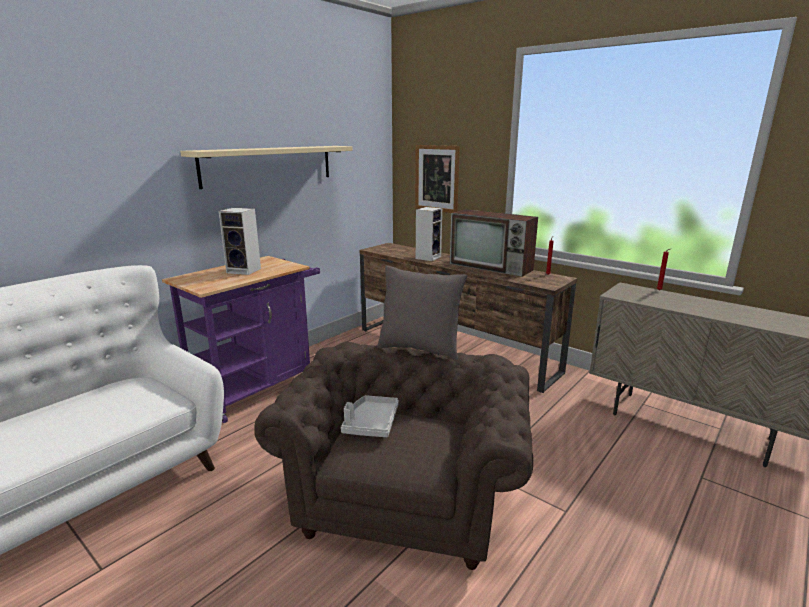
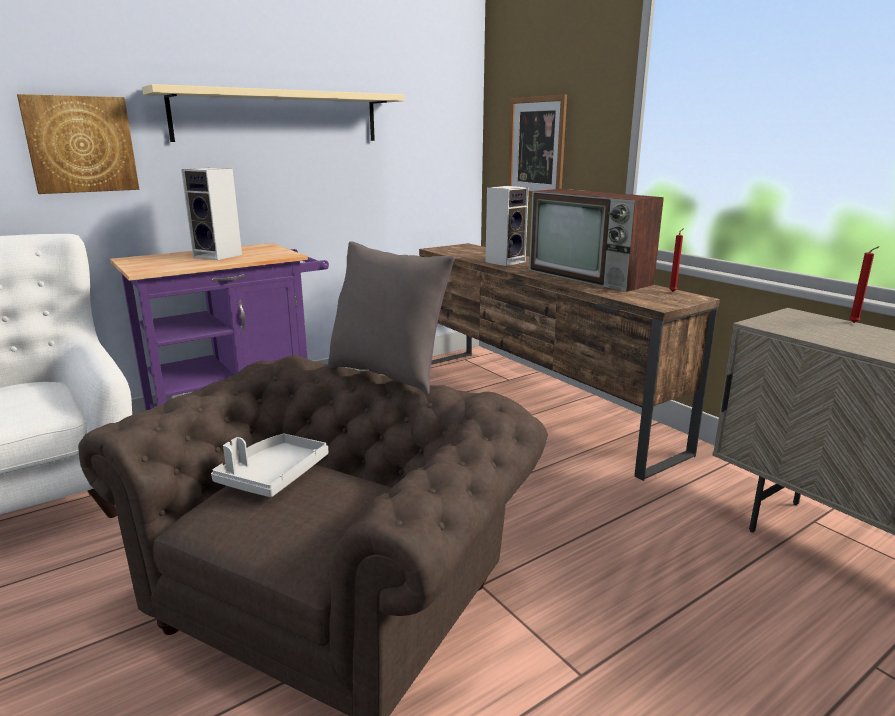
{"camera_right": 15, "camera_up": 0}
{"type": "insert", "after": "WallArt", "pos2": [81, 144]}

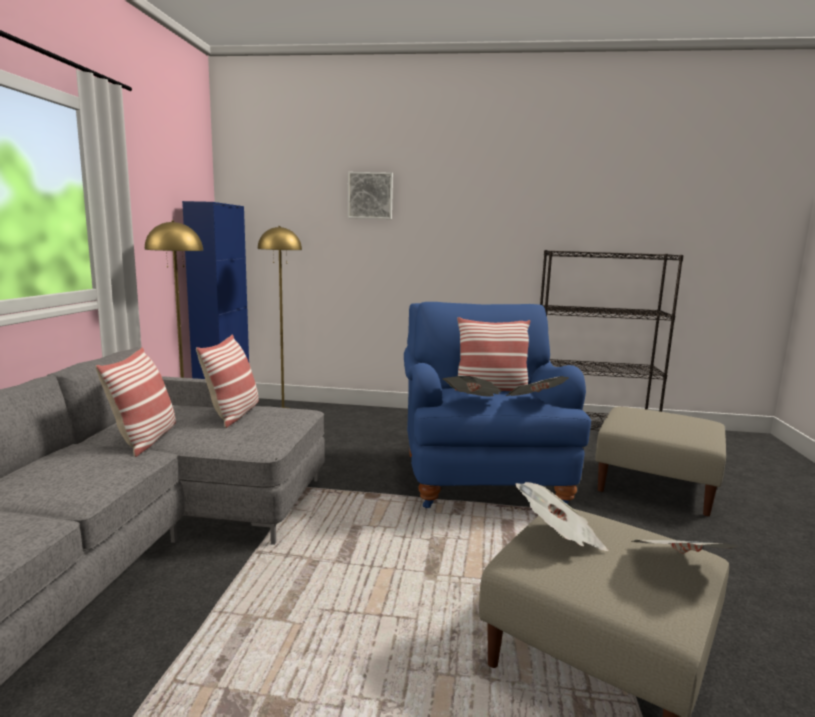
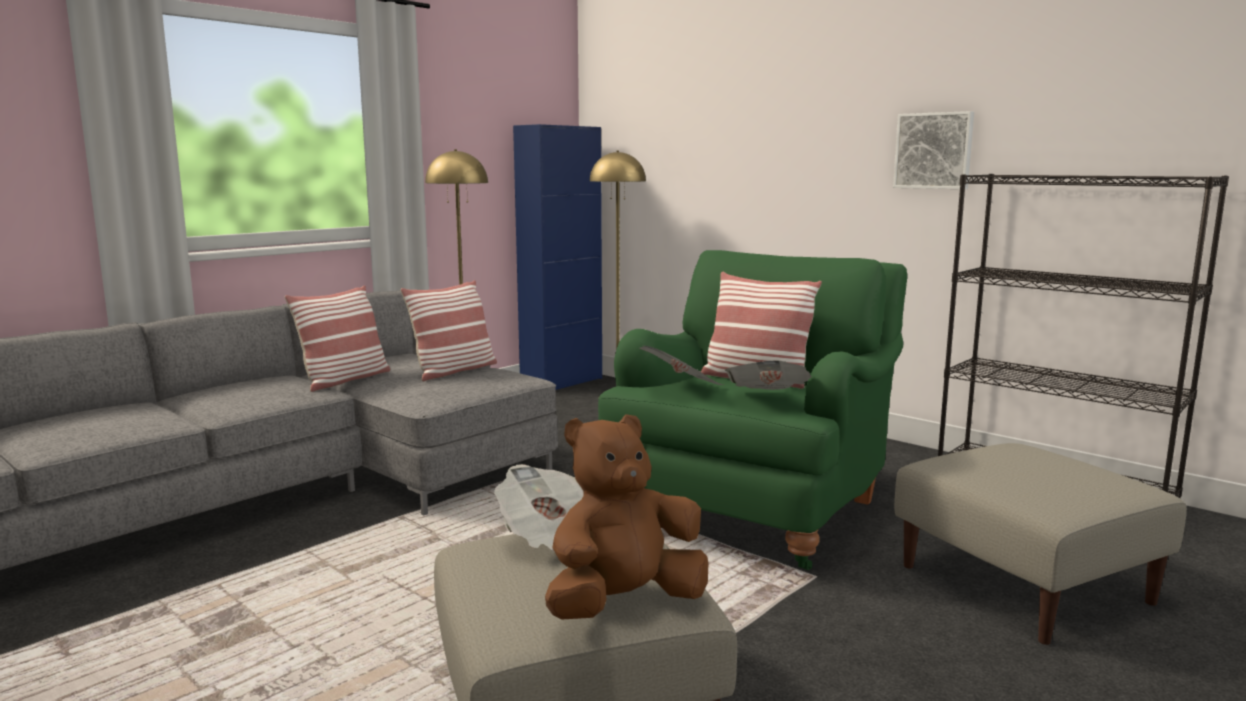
{"camera_right": 35, "camera_up": 0}
{"type": "move", "before": "WallArt", "pos1": [370, 195], "pos2": [934, 151]}
{"type": "recolor", "before": "BluishLoungeChair", "after": "GreenishLoungeChair", "pos1": [480, 475], "pos2": [754, 508]}
{"type": "replace", "before": "PrintedPaper", "after": "BrownishSoftToy", "pos1": [677, 567], "pos2": [624, 603]}

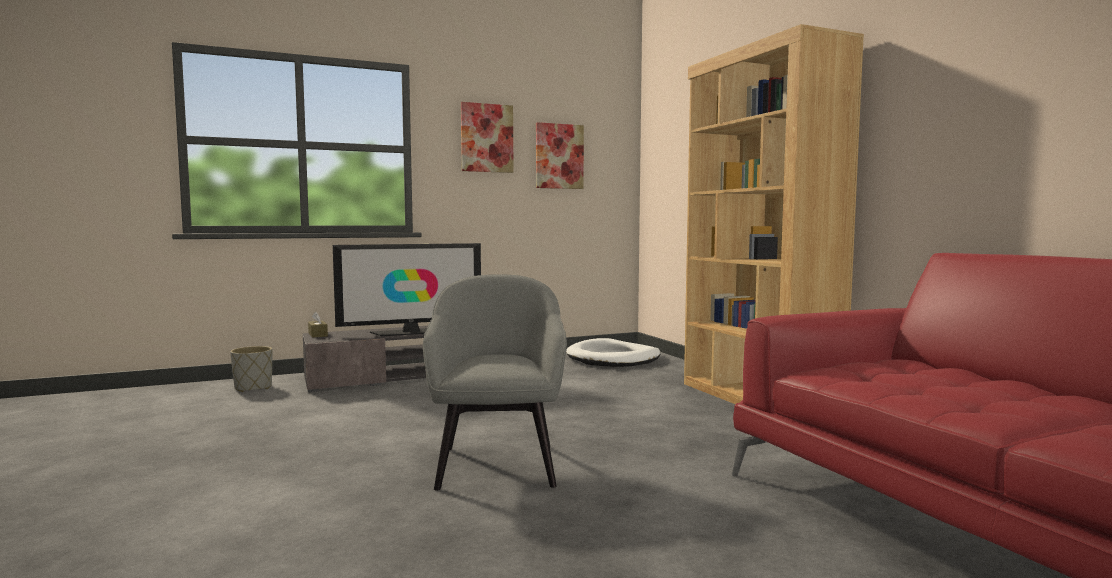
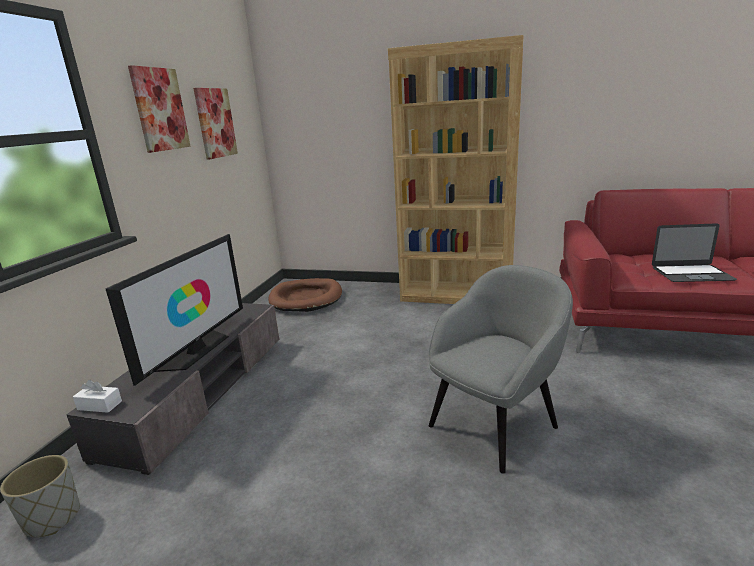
{"camera_right": -50, "camera_up": 15}
{"type": "recolor", "before": "BrownishTissueBox", "after": "WhiteTissueBox", "pos1": [318, 334], "pos2": [99, 405]}
{"type": "rotate", "before": "GreyishLoungeChair", "pos1": [497, 464], "pos2": [494, 425], "turn": 105}
{"type": "recolor", "before": "WhiteDogBed", "after": "BrownishDogBed", "pos1": [613, 358], "pos2": [306, 298]}
{"type": "insert", "after": "NotebookComputer", "pos2": [691, 273]}

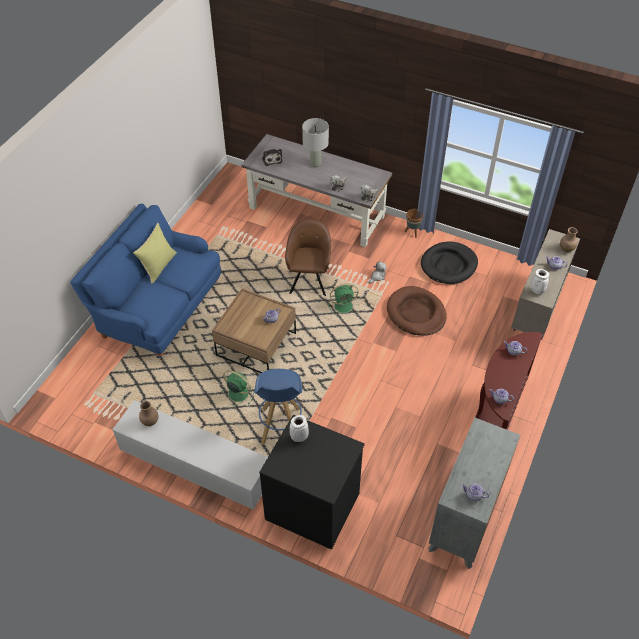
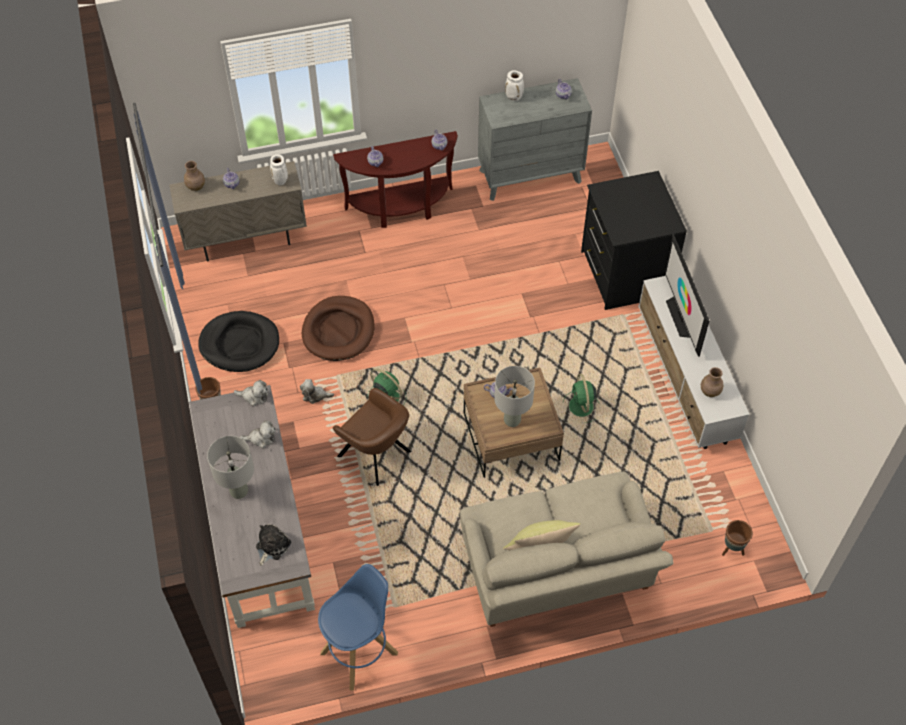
{"camera_right": -130, "camera_up": 5}
{"type": "recolor", "before": "BluishCouch", "after": "SandColouredCouch", "pos1": [156, 307], "pos2": [557, 573]}
{"type": "move", "before": "BluishStoolSeat", "pos1": [280, 426], "pos2": [360, 652]}
{"type": "rotate", "before": "BrownishLoungeChair", "pos1": [309, 279], "pos2": [377, 455], "turn": -105}
{"type": "move", "before": "WhiteVase", "pos1": [299, 438], "pos2": [514, 97]}
{"type": "insert", "after": "GreyishTableLamp", "pos2": [512, 420]}
{"type": "insert", "after": "Television", "pos2": [682, 317]}
{"type": "insert", "after": "BrownishPlanter", "pos2": [732, 549]}

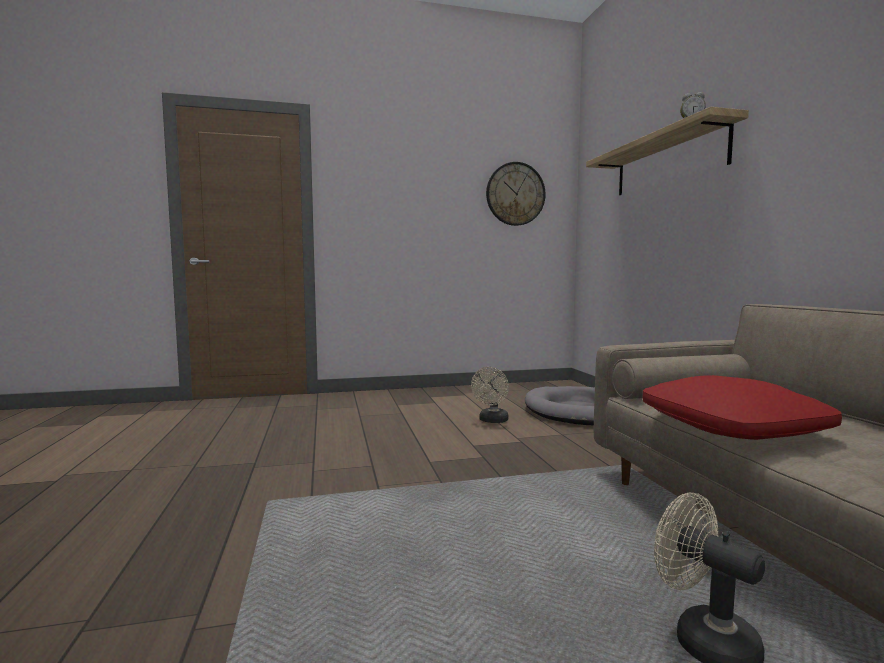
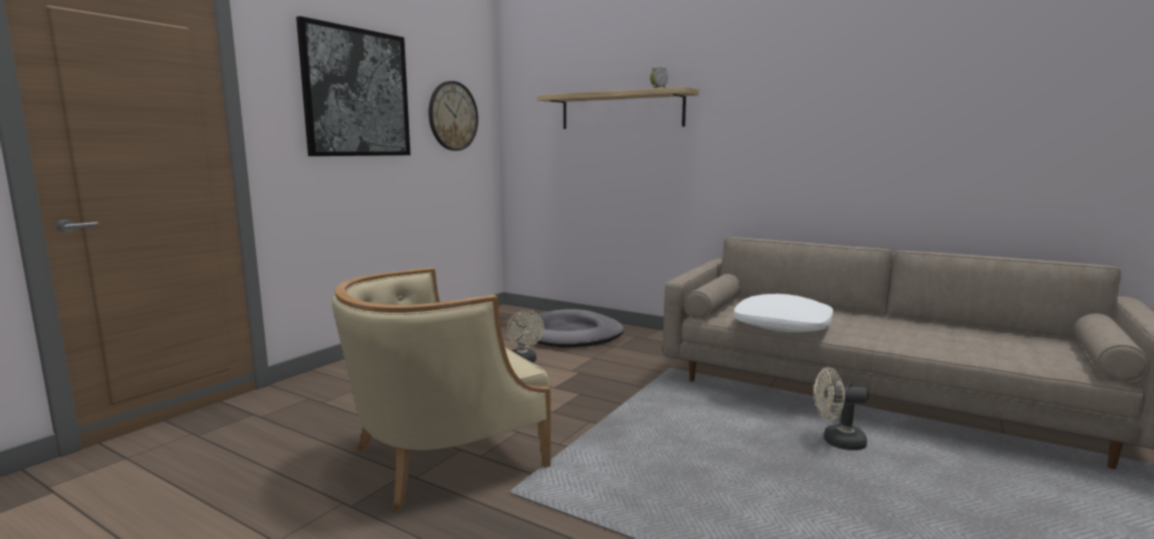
{"camera_right": -45, "camera_up": 5}
{"type": "recolor", "before": "ReddishPillow", "after": "WhitePillow", "pos1": [732, 427], "pos2": [782, 325]}
{"type": "insert", "after": "WallArt", "pos2": [357, 93]}
{"type": "insert", "after": "SandColouredLoungeChair", "pos2": [444, 456]}

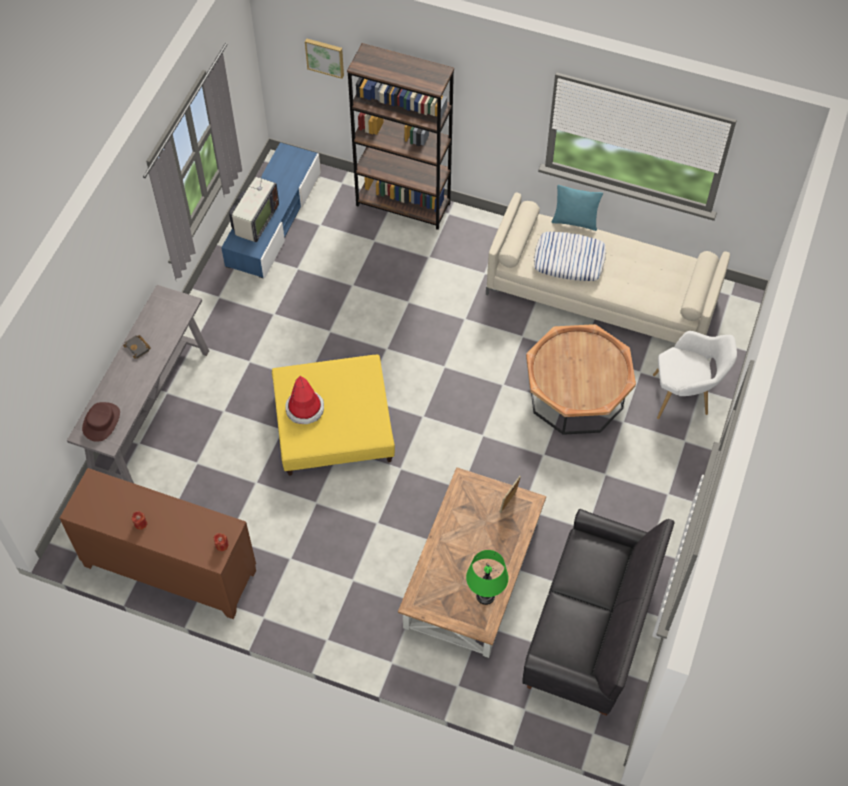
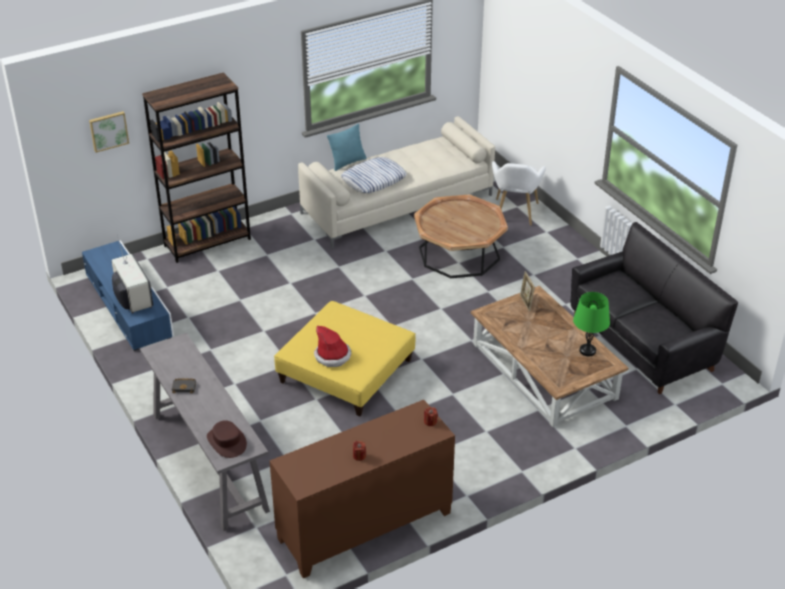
{"camera_right": -50, "camera_up": -20}
{"type": "rotate", "before": "WhiteLoungeChair", "pos1": [685, 397], "pos2": [514, 214], "turn": 150}

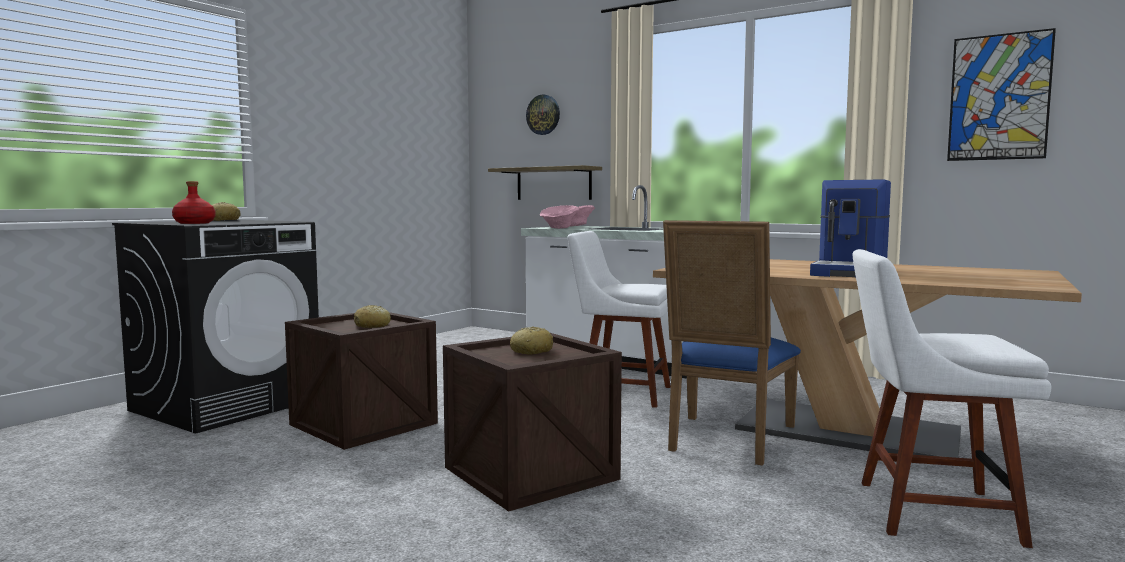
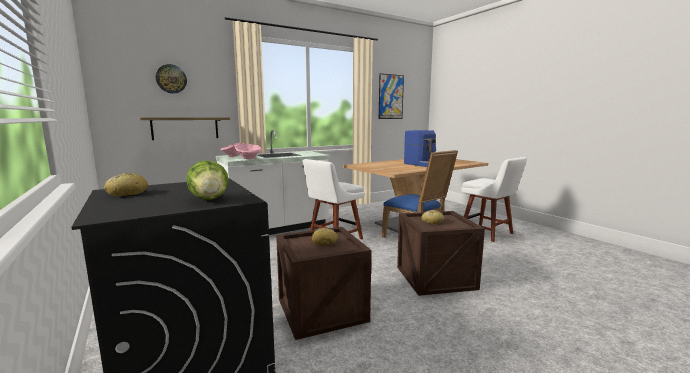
{"camera_right": -65, "camera_up": 5}
{"type": "replace", "before": "ReddishDrinkBottle", "after": "Lettuce", "pos1": [195, 223], "pos2": [209, 199]}
{"type": "rotate", "before": "WhiteUprightChair", "pos1": [927, 511], "pos2": [488, 233], "turn": -75}

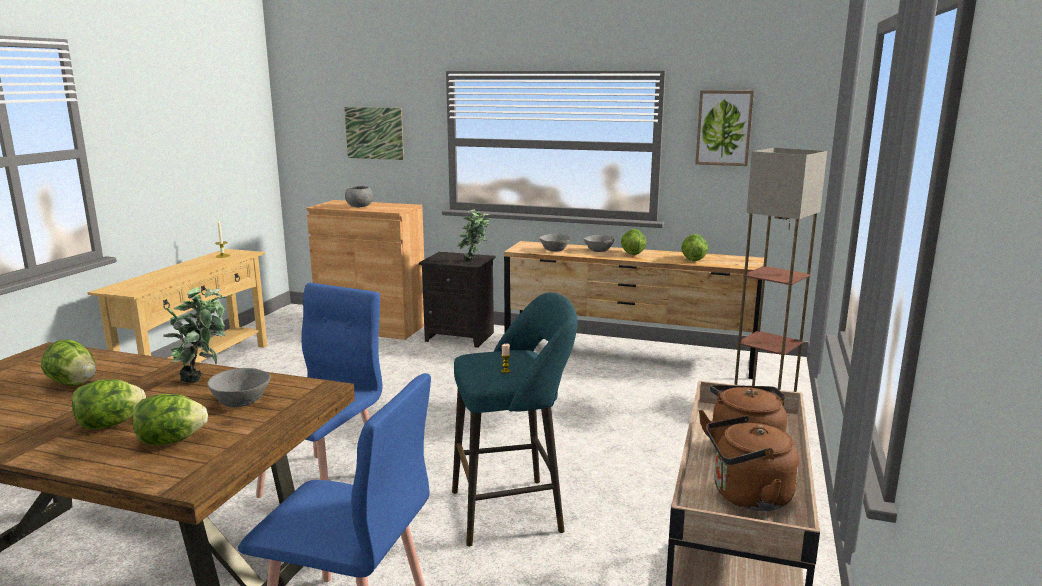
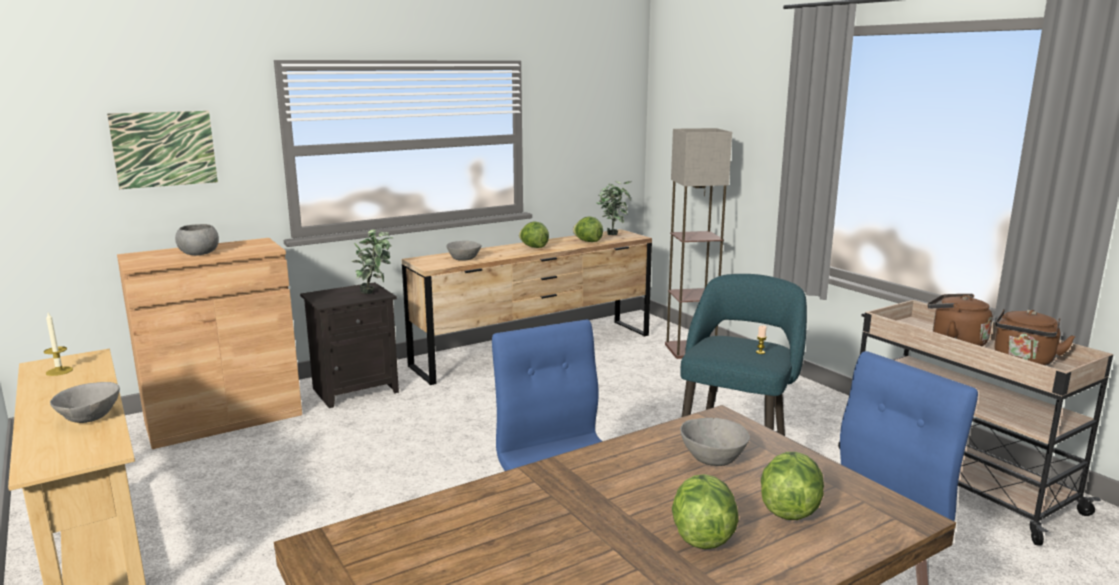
{"camera_right": -50, "camera_up": 0}
{"type": "delete", "before": "Lettuce", "pos1": [73, 383]}
{"type": "move", "before": "PottedPlant", "pos1": [204, 379], "pos2": [613, 234]}
{"type": "move", "before": "GreyishServingBowl", "pos1": [598, 250], "pos2": [89, 417]}
{"type": "delete", "before": "WallArt", "pos1": [724, 128]}

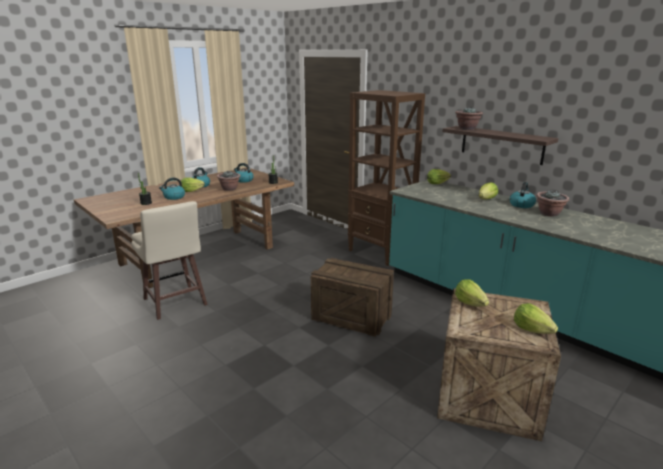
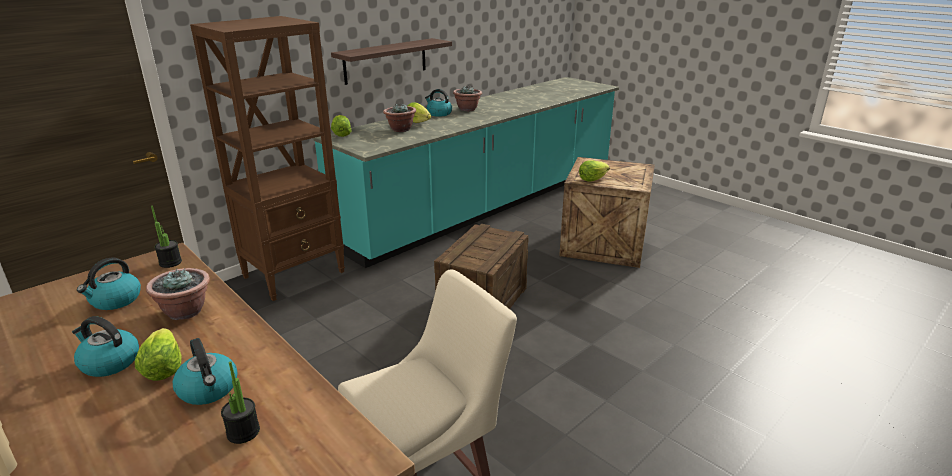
{"camera_right": -90, "camera_up": 5}
{"type": "move", "before": "PottedPlant", "pos1": [467, 129], "pos2": [400, 129]}
{"type": "delete", "before": "Lettuce", "pos1": [531, 329]}

